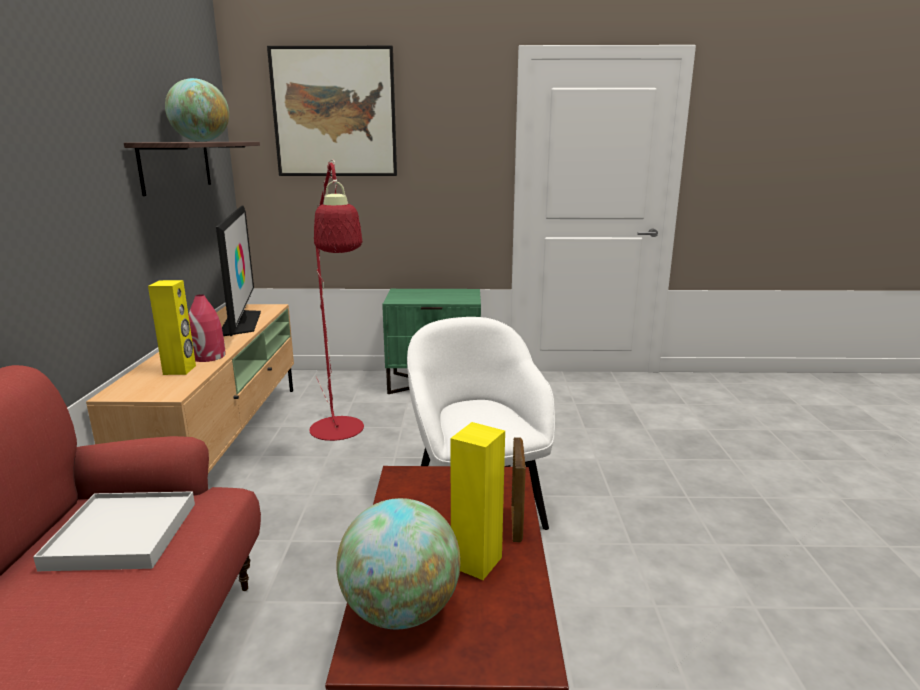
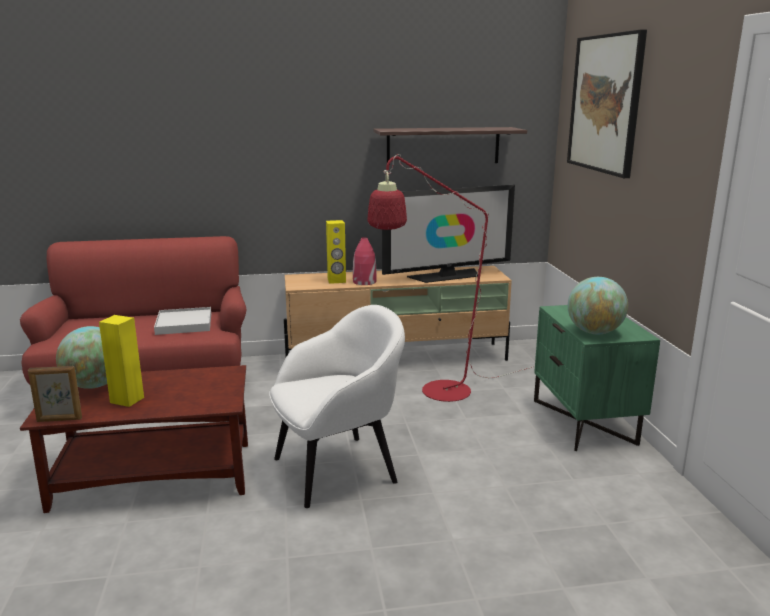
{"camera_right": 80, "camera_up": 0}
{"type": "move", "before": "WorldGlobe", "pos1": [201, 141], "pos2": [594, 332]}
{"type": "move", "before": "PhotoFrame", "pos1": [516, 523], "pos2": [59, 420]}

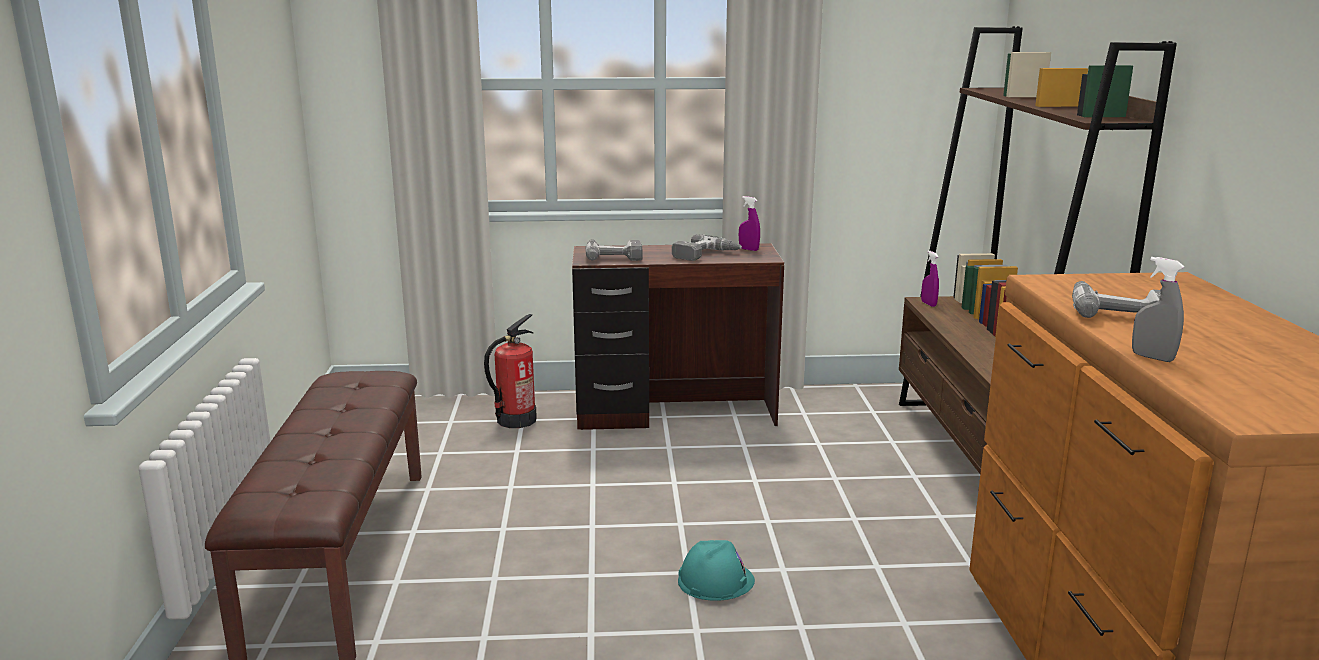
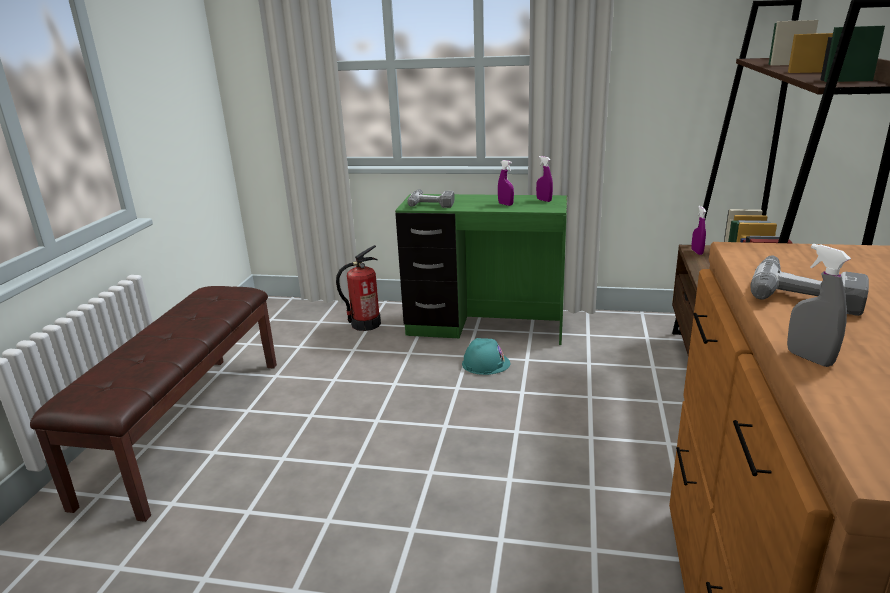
{"camera_right": 15, "camera_up": 5}
{"type": "recolor", "before": "BrownishDeskTable", "after": "GreenishDeskTable", "pos1": [675, 414], "pos2": [485, 328]}
{"type": "replace", "before": "ElectricDrill", "after": "PurpleSprayBottle", "pos1": [706, 255], "pos2": [505, 204]}
{"type": "move", "before": "TurquoiseColouredSafetyHelmet", "pos1": [715, 580], "pos2": [485, 363]}

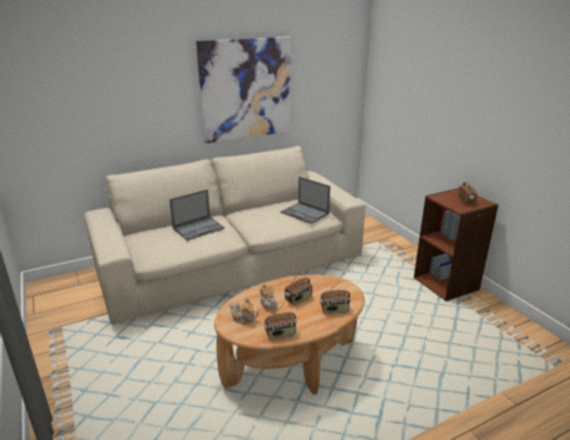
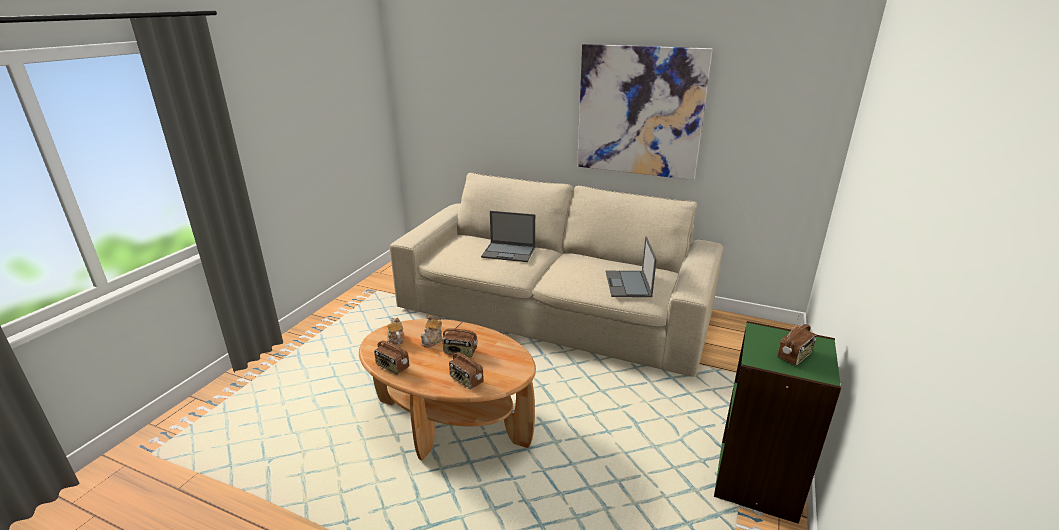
{"camera_right": 50, "camera_up": 0}
{"type": "recolor", "before": "BrownishBookcase", "after": "GreenishBookcase", "pos1": [446, 283], "pos2": [758, 480]}

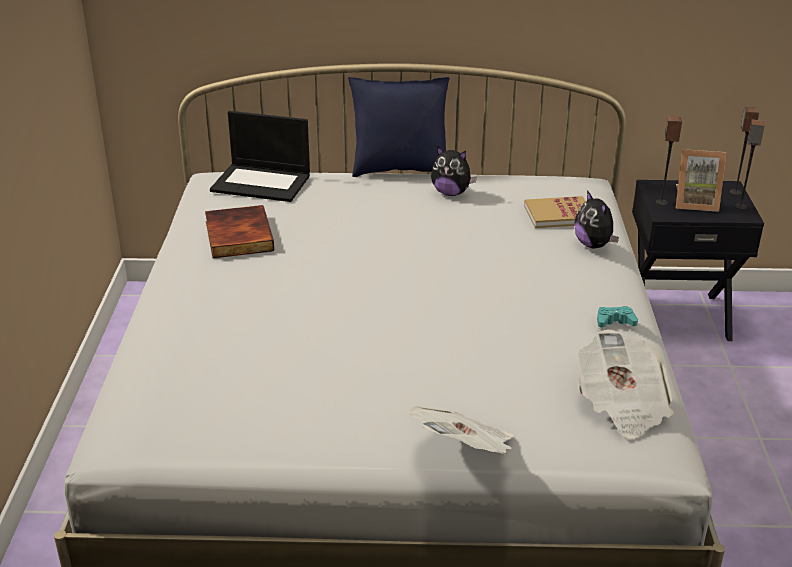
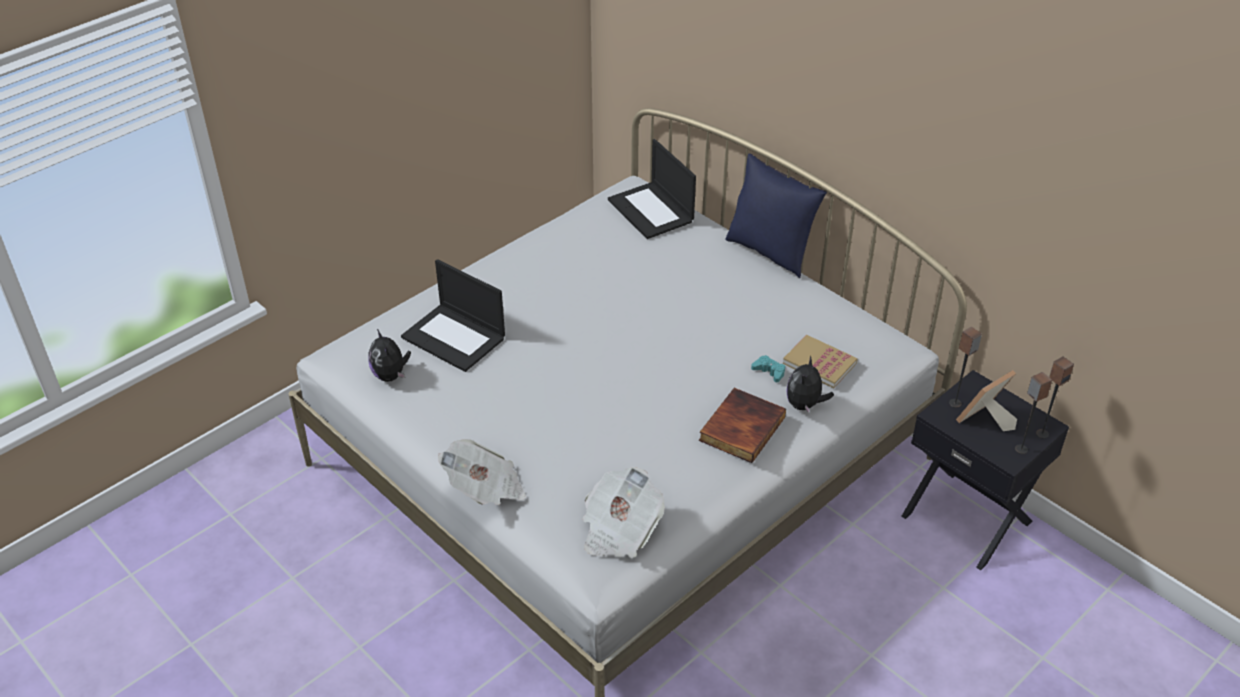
{"camera_right": 45, "camera_up": 10}
{"type": "move", "before": "BoundBook", "pos1": [237, 236], "pos2": [741, 427]}
{"type": "move", "before": "SoftToy", "pos1": [451, 193], "pos2": [391, 375]}
{"type": "move", "before": "TurquoiseColouredGameController", "pos1": [615, 321], "pos2": [769, 371]}
{"type": "rotate", "before": "PhotoFrame", "pos1": [695, 203], "pos2": [985, 421], "turn": 90}
{"type": "insert", "after": "NotebookComputer", "pos2": [455, 338]}

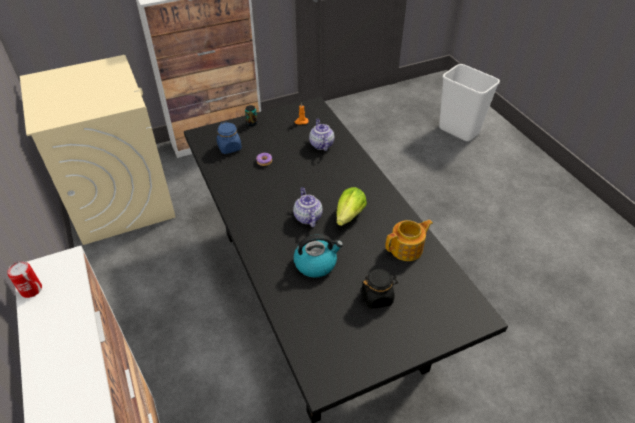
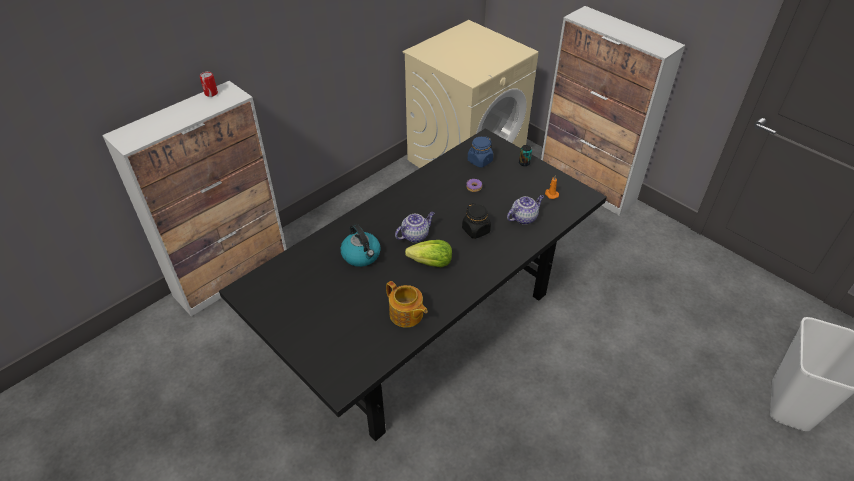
{"camera_right": 70, "camera_up": 0}
{"type": "move", "before": "BlackColouredPreserveJar", "pos1": [377, 297], "pos2": [476, 230]}

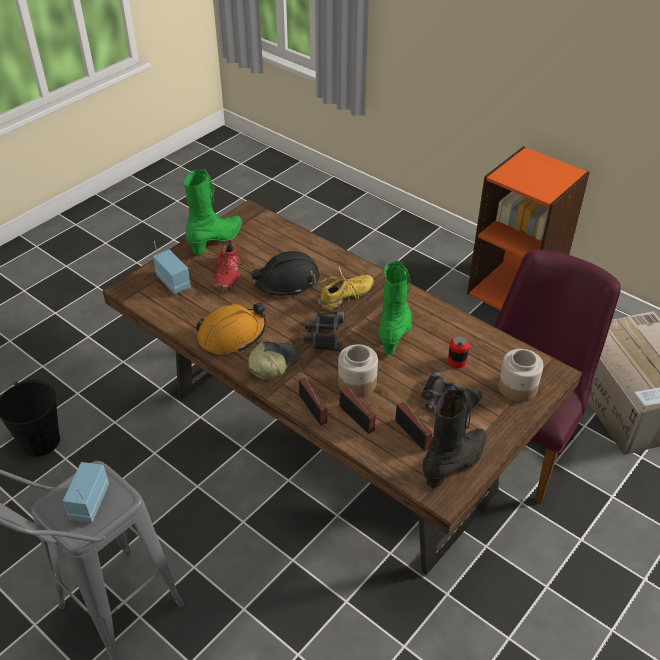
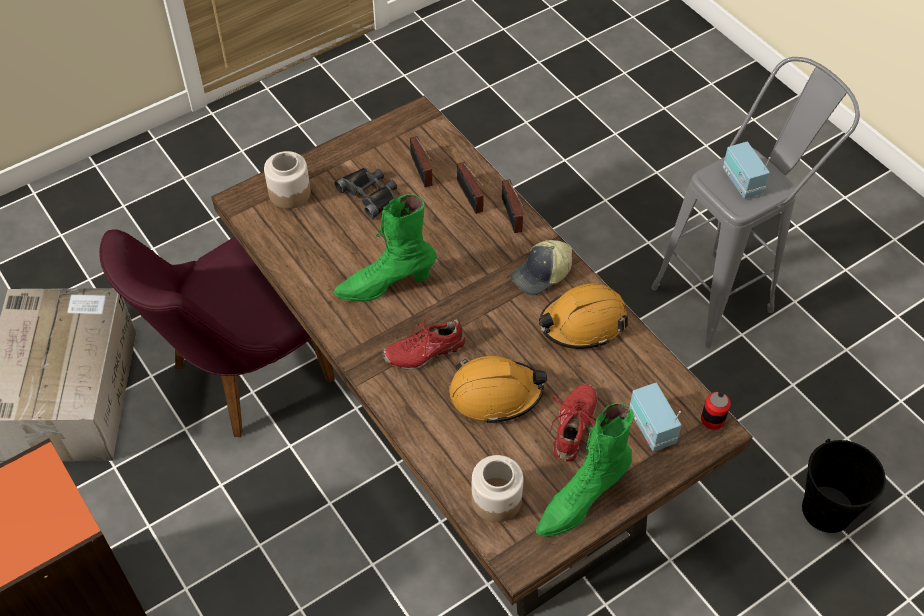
{"camera_right": -165, "camera_up": 10}
{"type": "rotate", "before": "RadioSet", "pos1": [89, 503], "pos2": [741, 182], "turn": 135}
{"type": "recolor", "before": "BlackColouredSafetyHelmet", "after": "OrangeColouredSafetyHelmet", "pos1": [286, 282], "pos2": [495, 394]}
{"type": "delete", "before": "BlackColouredFieldGlasses", "pos1": [324, 334]}
{"type": "recolor", "before": "YellowLowShoe", "after": "ReddishLowShoe", "pos1": [346, 297], "pos2": [424, 351]}
{"type": "move", "before": "PreserveJar", "pos1": [356, 383], "pos2": [497, 500]}
{"type": "rotate", "before": "GreenishTallBoot", "pos1": [396, 333], "pos2": [385, 285], "turn": 45}
{"type": "delete", "before": "BlackColouredTallBoot", "pos1": [455, 464]}
{"type": "move", "before": "Can", "pos1": [457, 362], "pos2": [712, 419]}

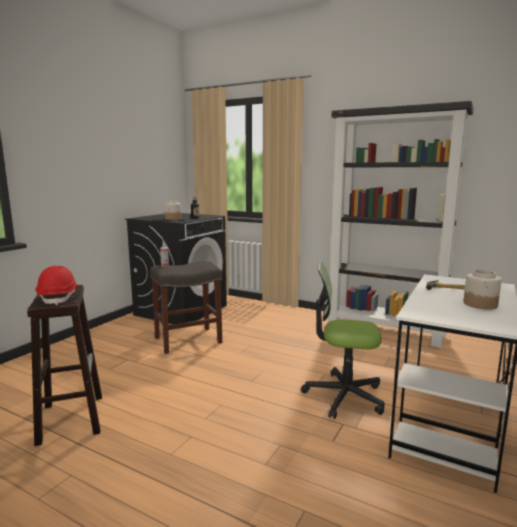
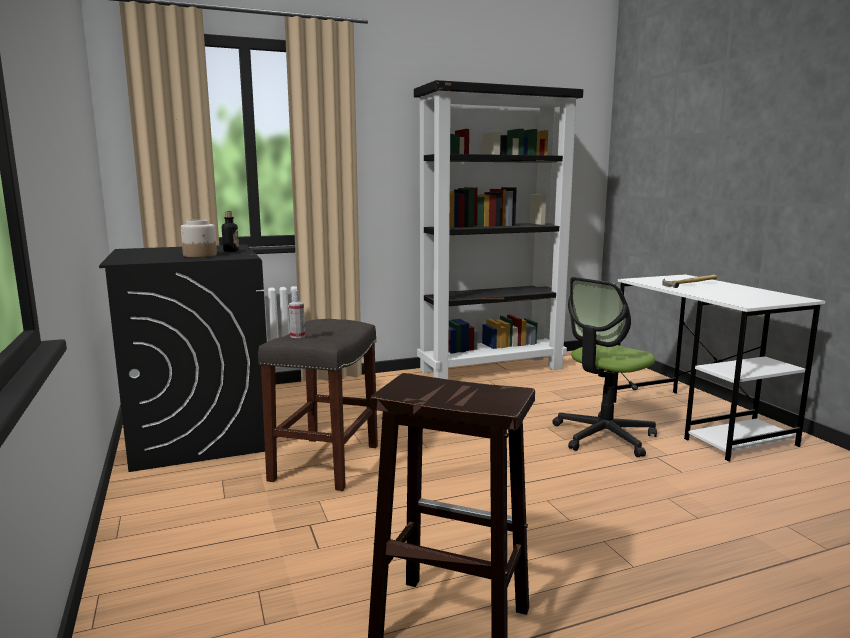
{"camera_right": -50, "camera_up": 0}
{"type": "delete", "before": "ReddishSafetyHelmet", "pos1": [59, 297]}
{"type": "delete", "before": "PreserveJar", "pos1": [480, 304]}

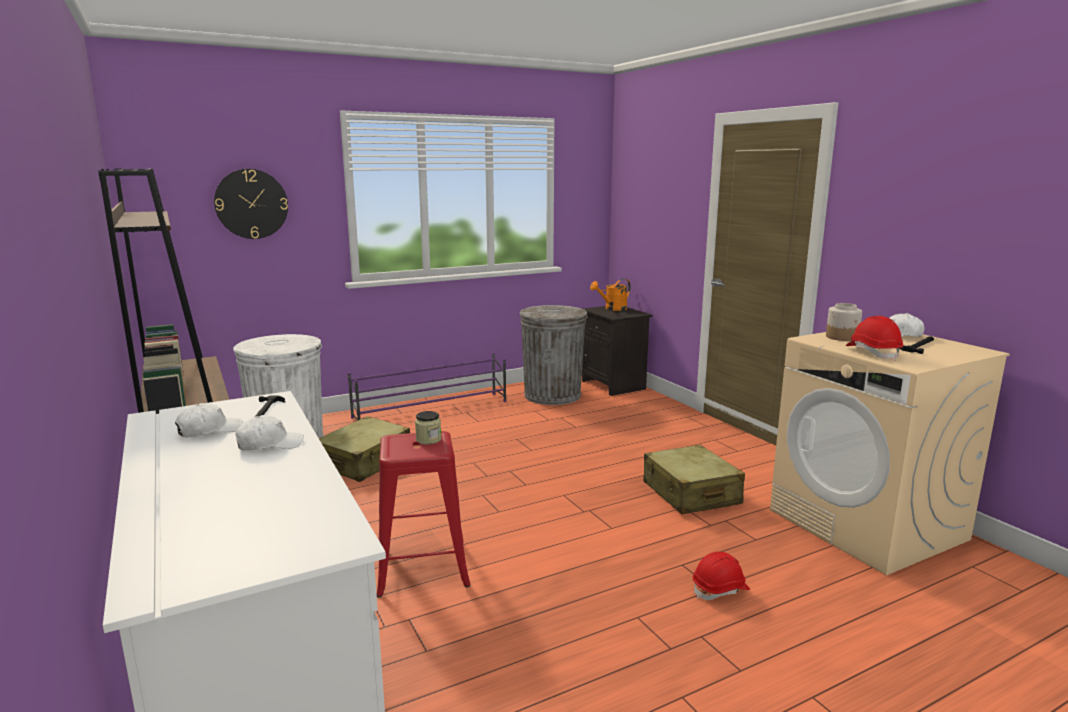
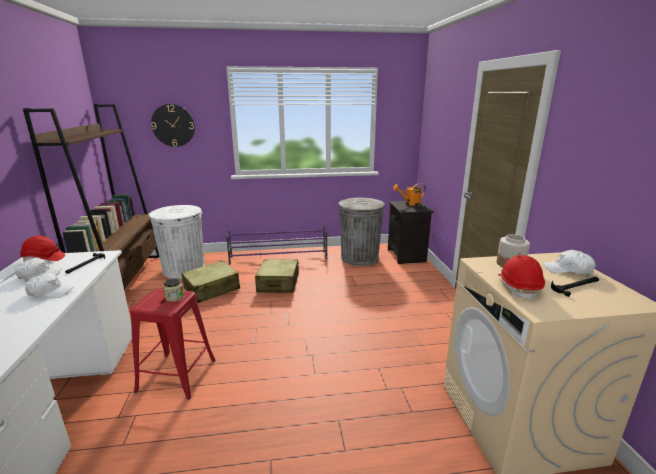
{"camera_right": 20, "camera_up": 5}
{"type": "move", "before": "SandColouredTravelCase", "pos1": [691, 493], "pos2": [278, 283]}
{"type": "move", "before": "ReddishSafetyHelmet", "pos1": [720, 589], "pos2": [44, 259]}

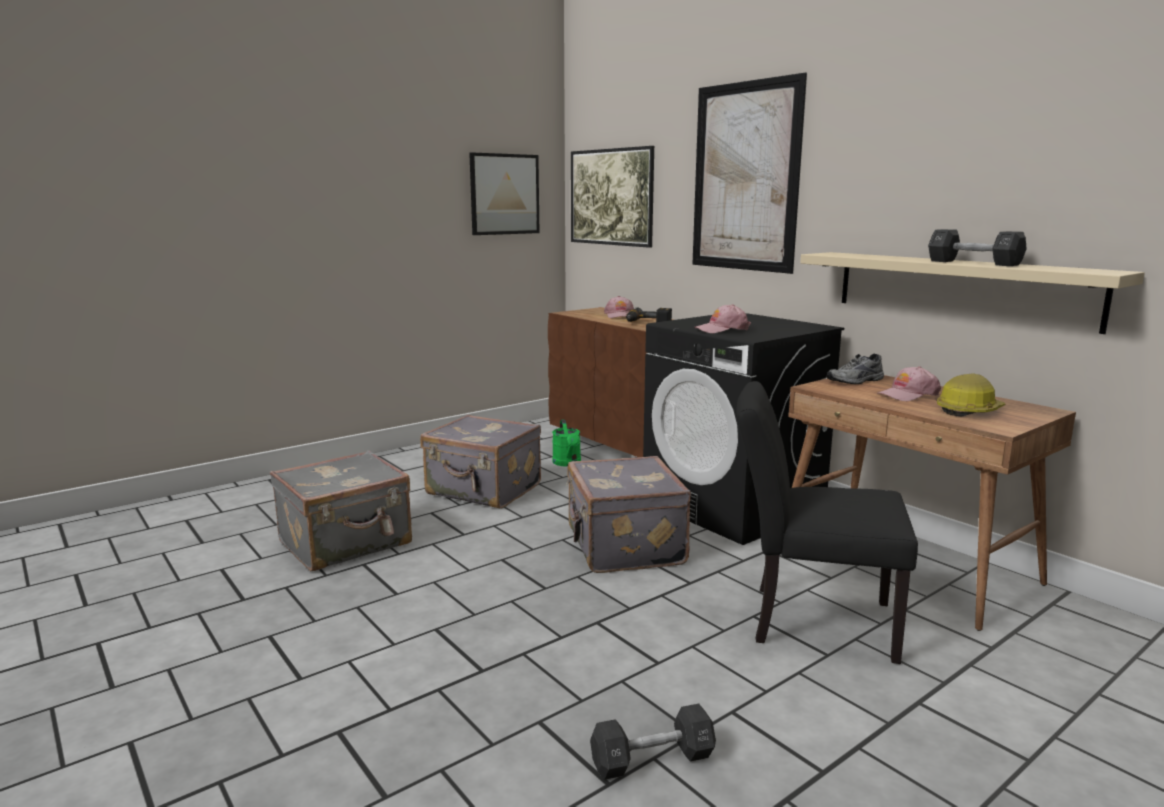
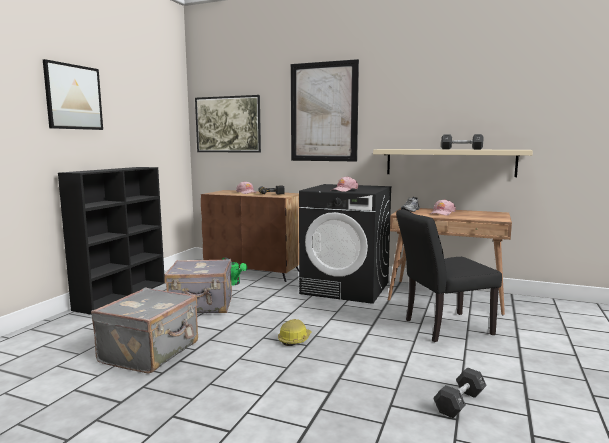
{"camera_right": -30, "camera_up": -5}
{"type": "move", "before": "WallArt", "pos1": [504, 194], "pos2": [73, 97]}
{"type": "delete", "before": "GreyishTravelCase", "pos1": [623, 547]}
{"type": "move", "before": "SafetyHelmet", "pos1": [969, 411], "pos2": [294, 339]}
{"type": "insert", "after": "BlackColouredBookcase", "pos2": [122, 295]}

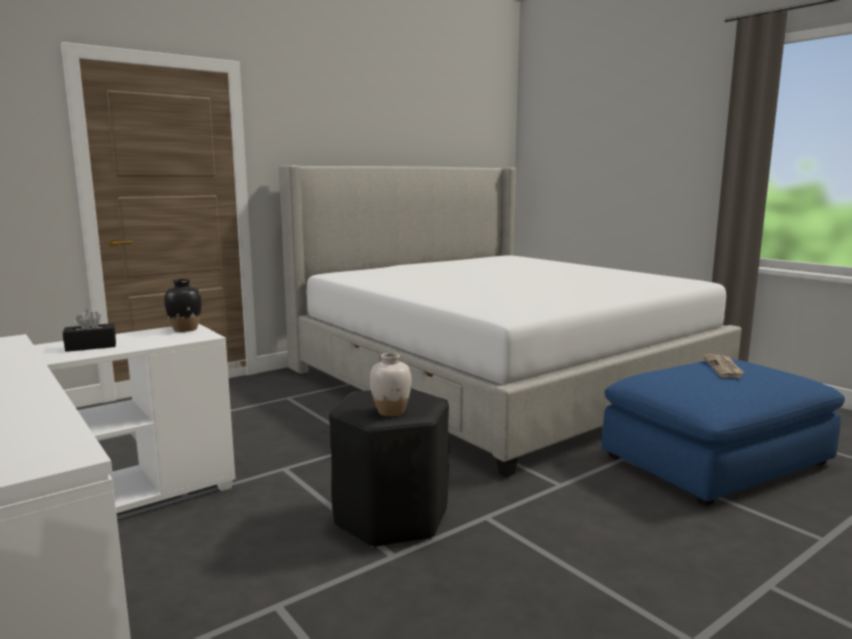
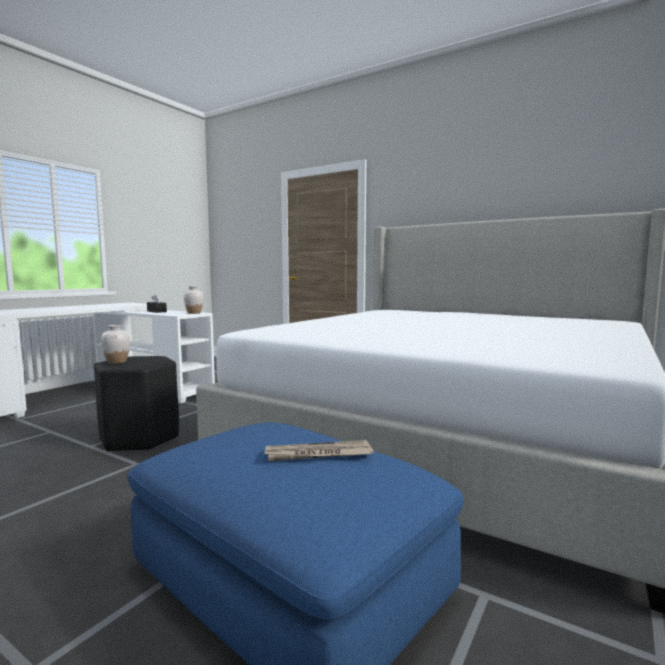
{"camera_right": 70, "camera_up": -5}
{"type": "recolor", "before": "BlackColouredVase", "after": "WhiteVase", "pos1": [185, 329], "pos2": [194, 313]}

